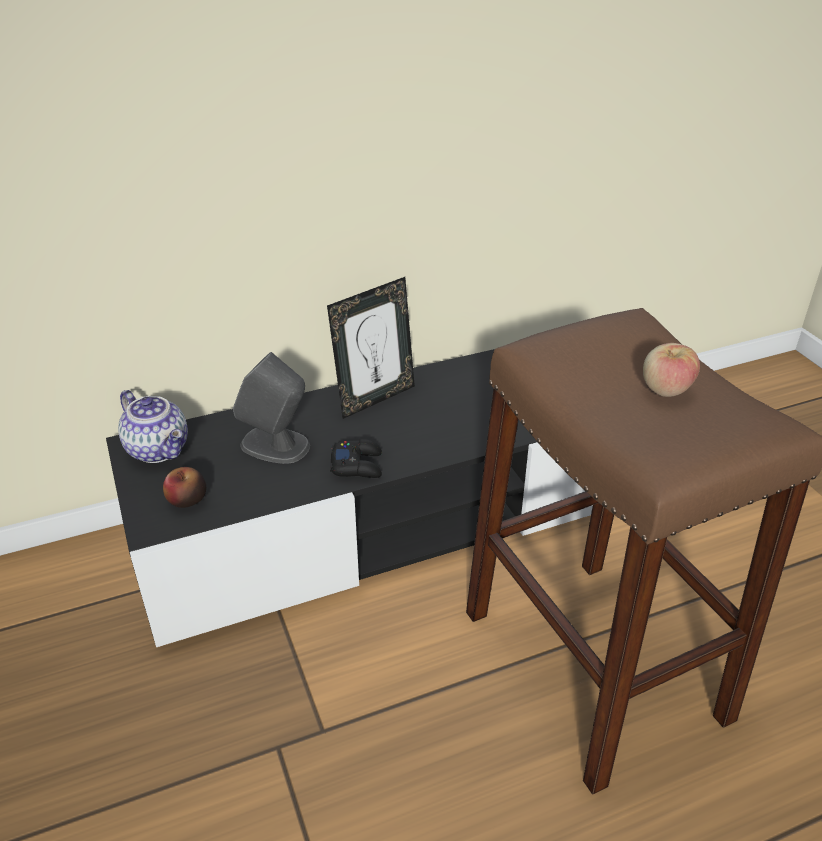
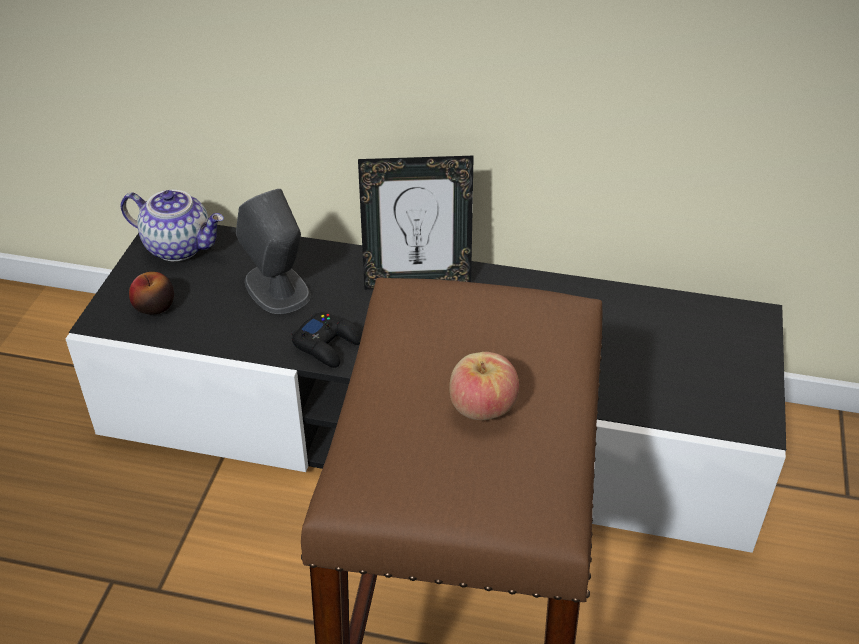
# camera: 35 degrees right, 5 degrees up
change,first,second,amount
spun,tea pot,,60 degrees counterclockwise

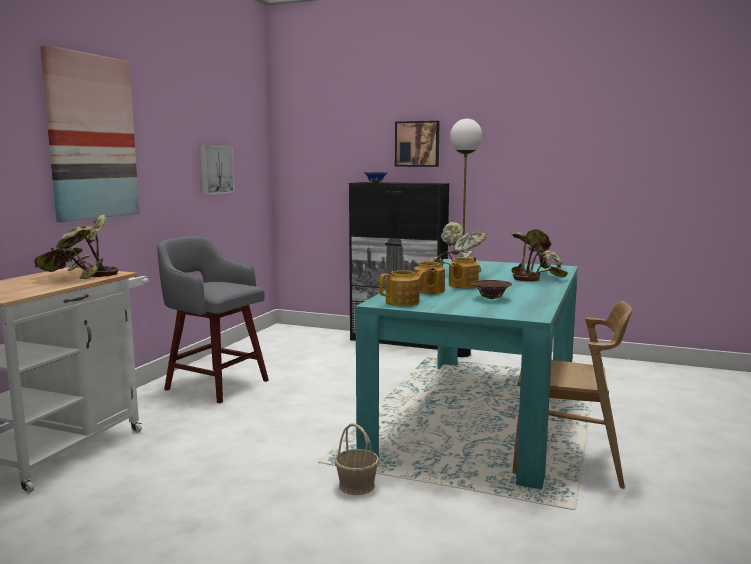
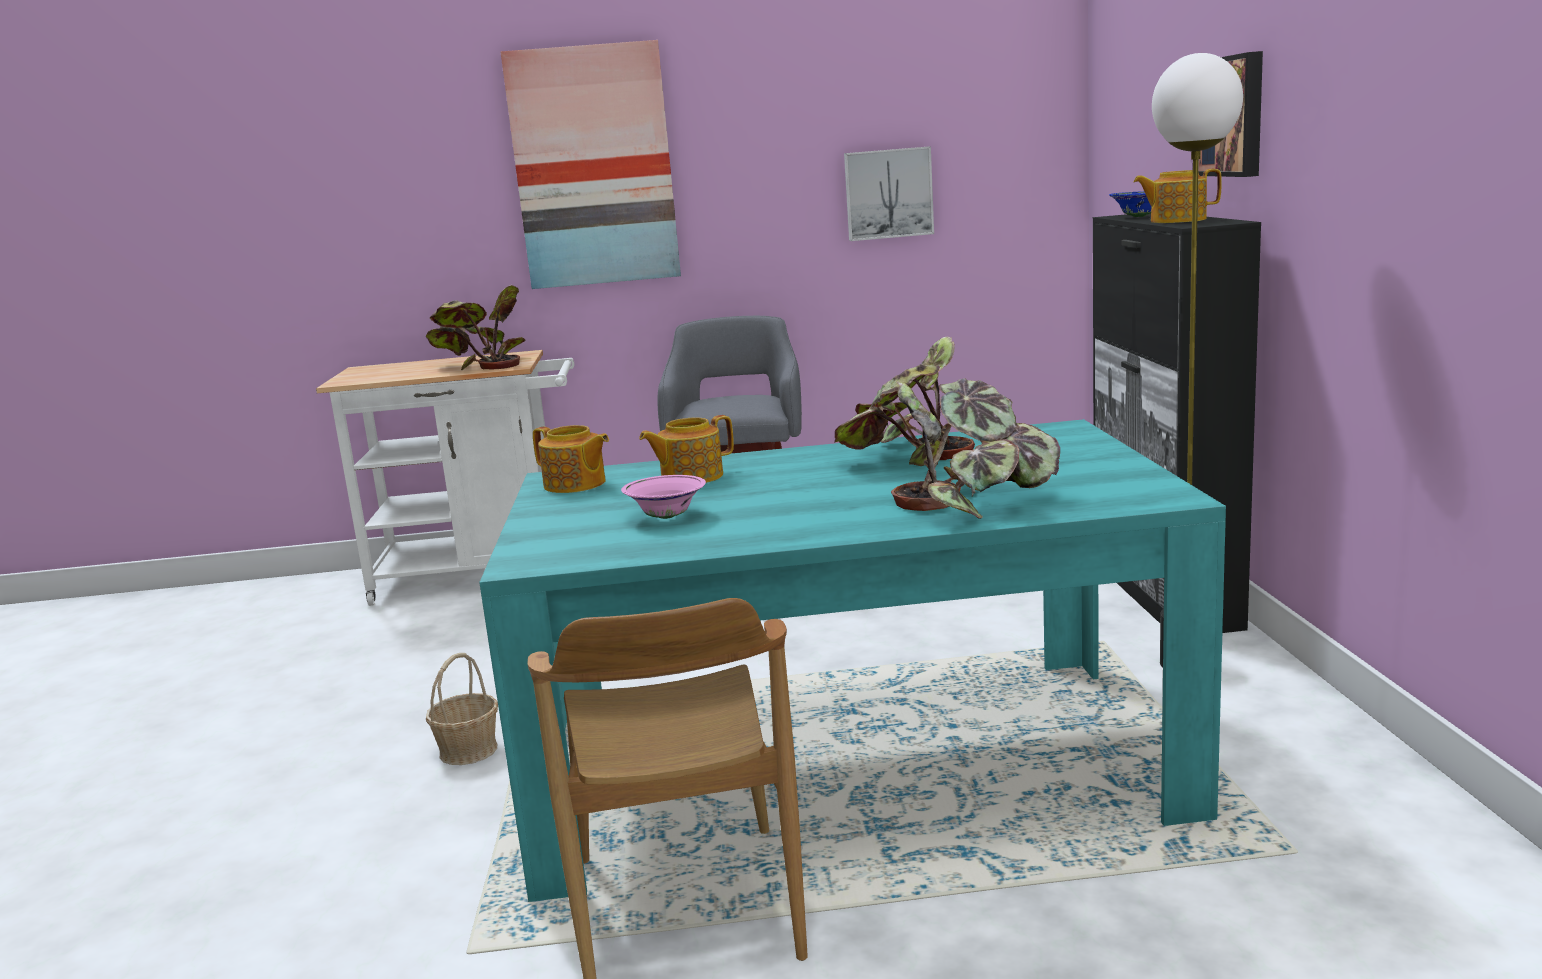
# camera: 65 degrees right, 5 degrees up
change,first,second,amount
relocated,tea pot (no. 3 from left),,
colour,bowl (brown),bowl (pink),

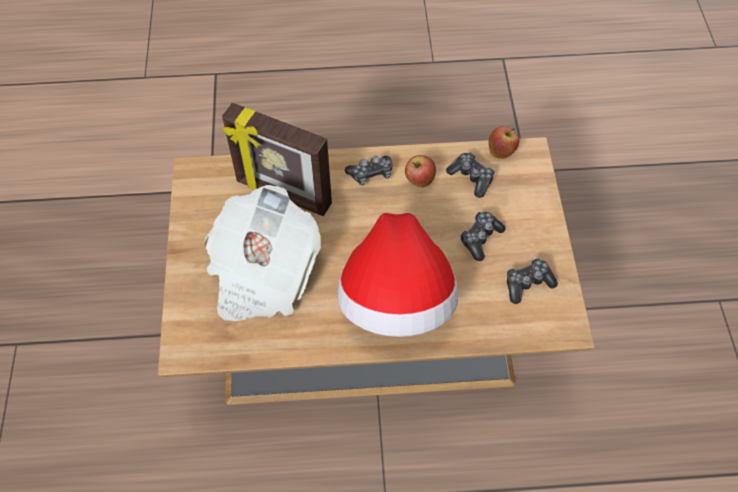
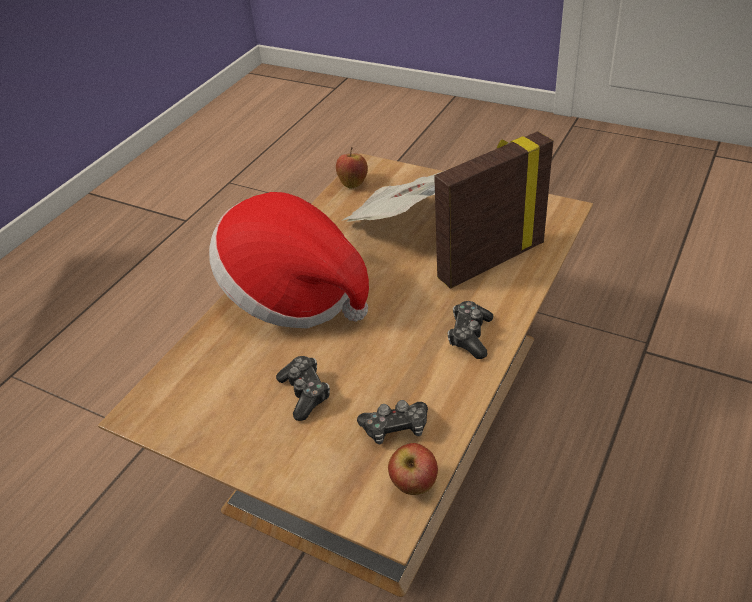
# camera: 125 degrees right, 15 degrees down
change,first,second,amount
relocated,apple fruit (no. 1 from left),,
missing,joypad (no. 4 from left),,

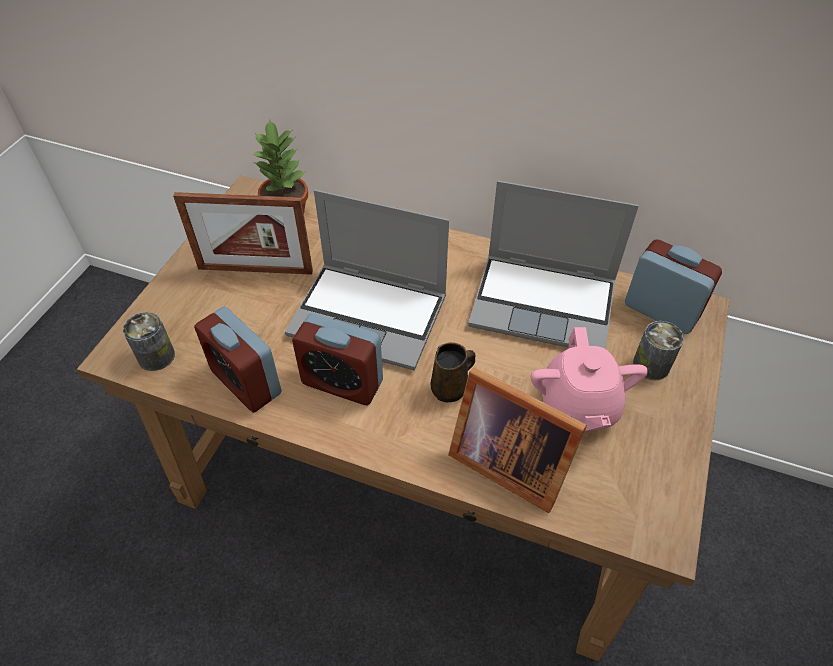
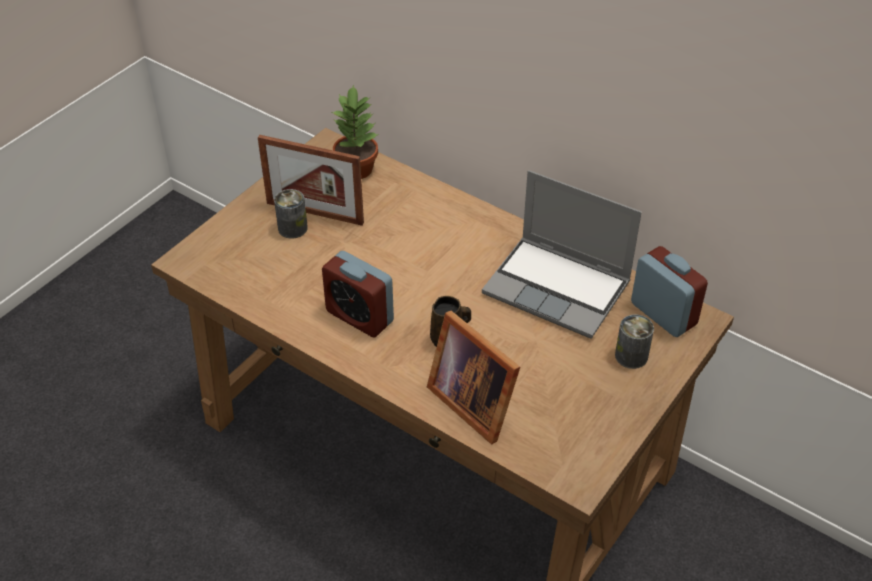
# camera: 15 degrees right, 5 degrees down
change,first,second,amount
missing,portable computer (no. 1 from left),,
missing,bedside clock (no. 1 from left),,
relocated,sealed can (no. 1 from left),,
missing,tea pot (pink),,

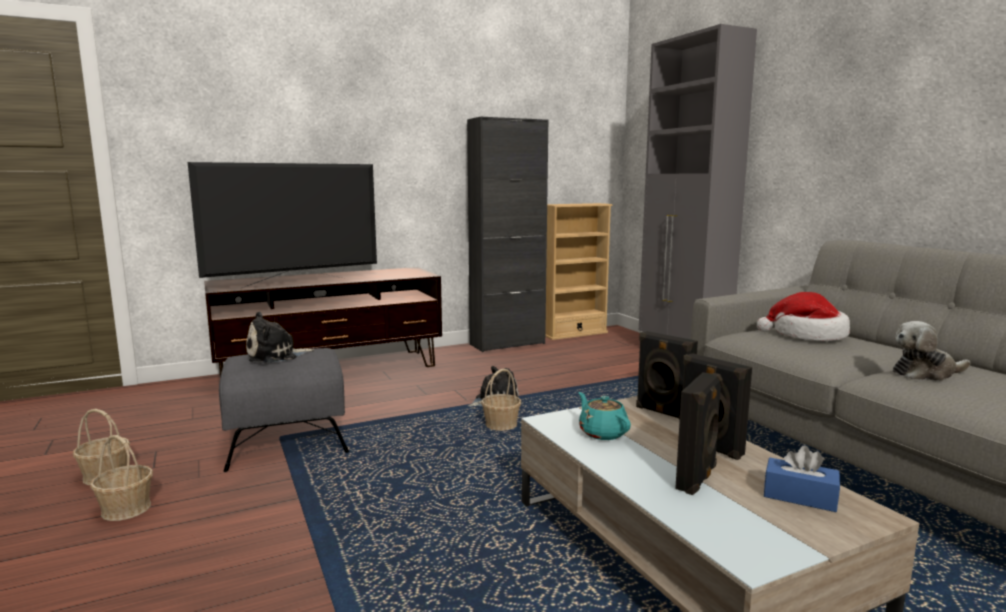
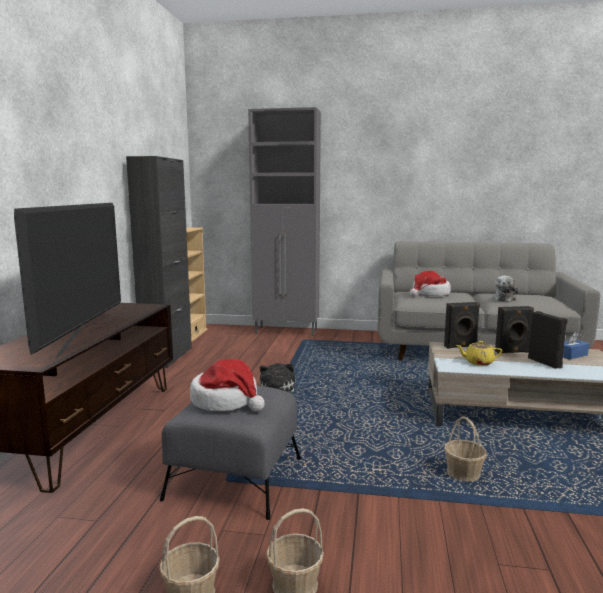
# camera: 55 degrees left, 0 degrees up
change,first,second,amount
exchanged,plush toy (no. 1 from left),wearable hat (no. 1 from left),
relocated,storage basket (no. 3 from left),,
colour,tea pot (blue-green),tea pot (yellow-coloured),

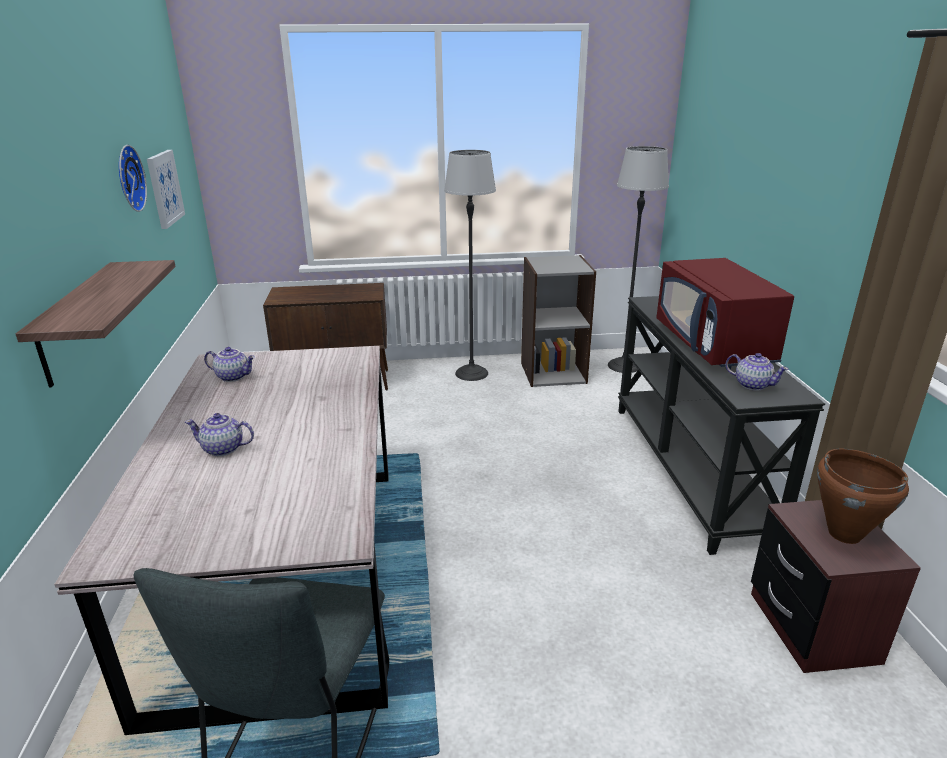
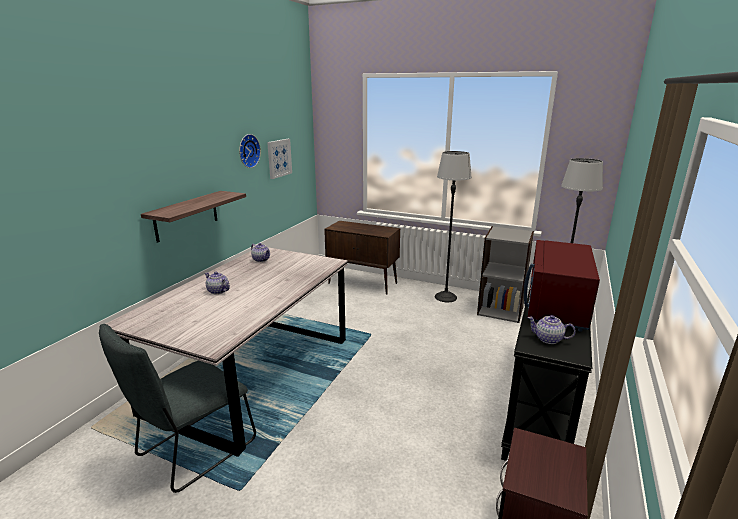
# camera: 30 degrees right, 5 degrees down
change,first,second,amount
spun,tea pot (no. 3 from left),,135 degrees clockwise
missing,saucepot (brown),,

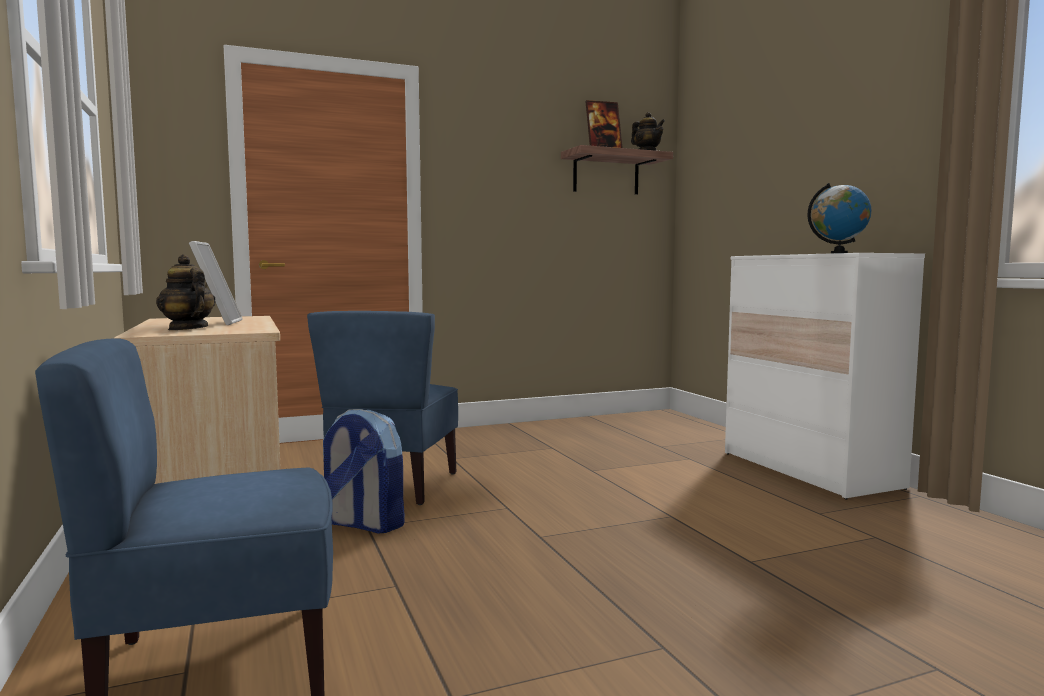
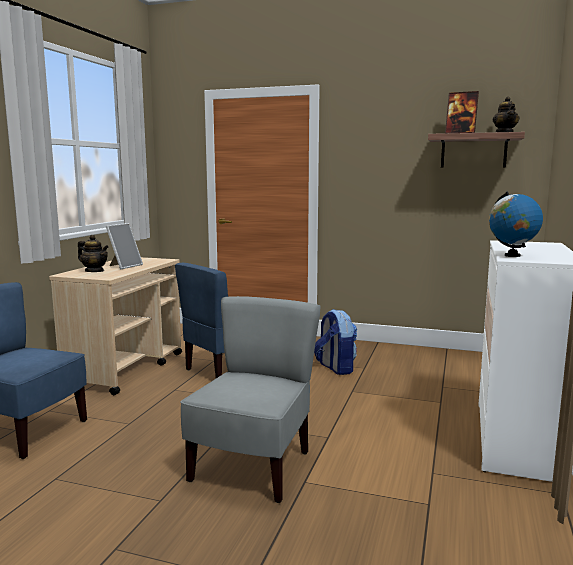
# camera: 40 degrees right, 5 degrees up
change,first,second,amount
spun,tea pot (no. 1 from left),,120 degrees clockwise
relocated,knapsack,,
appeared,,upright chair (gray),

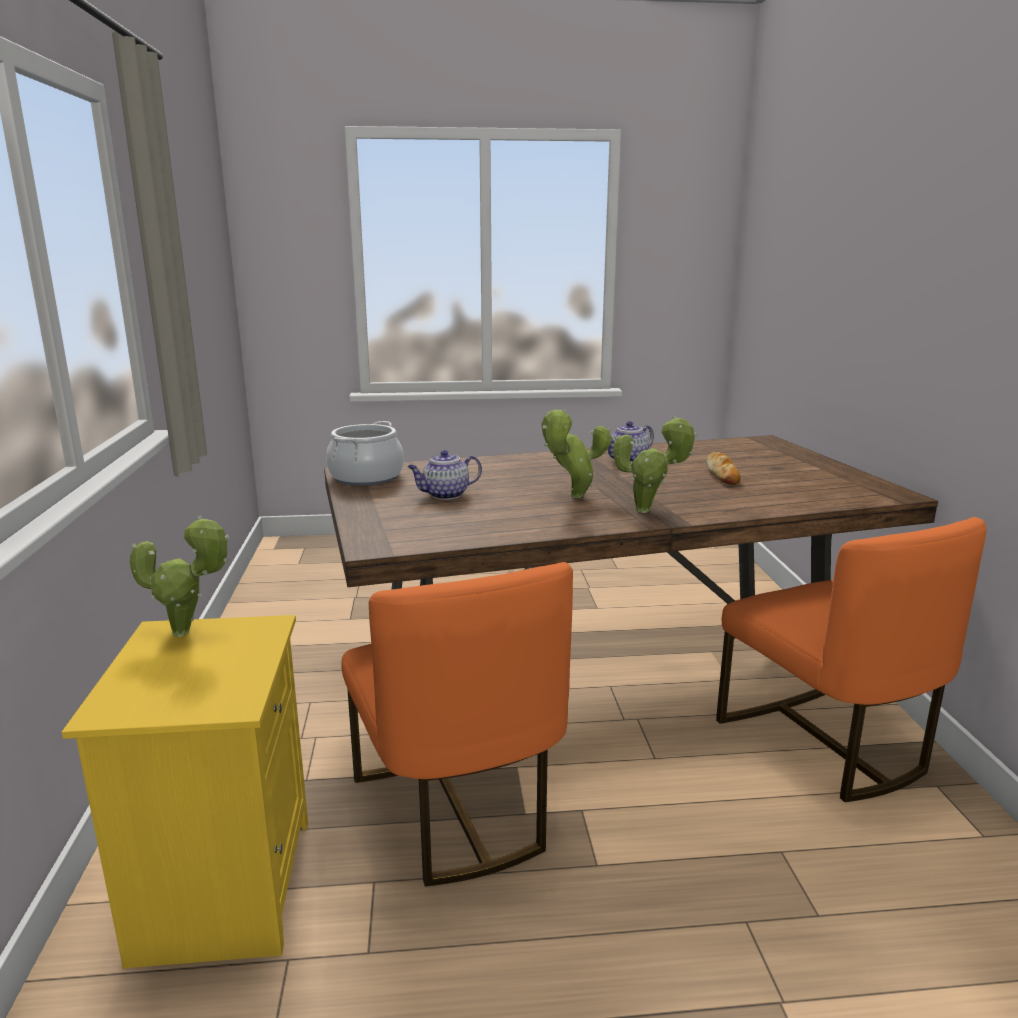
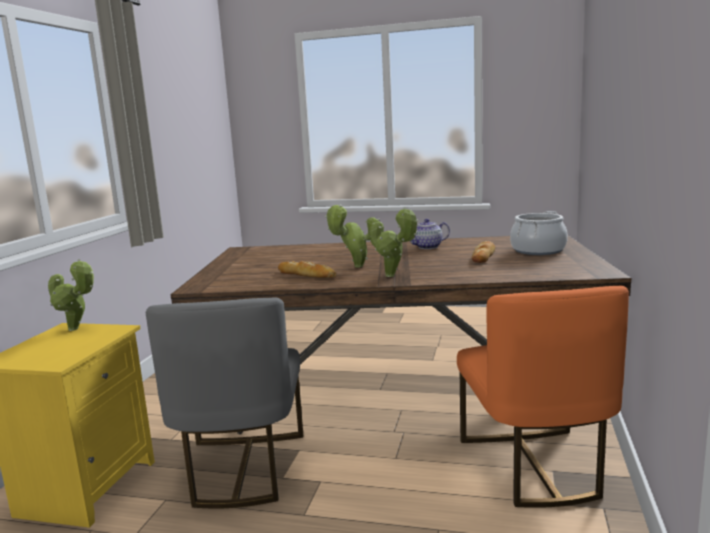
# camera: 20 degrees right, 5 degrees down
change,first,second,amount
relocated,saucepot,,
missing,tea pot (no. 1 from left),,
colour,upright chair (orange) (no. 1 from left),upright chair (gray),
appeared,,bread (no. 1 from left),

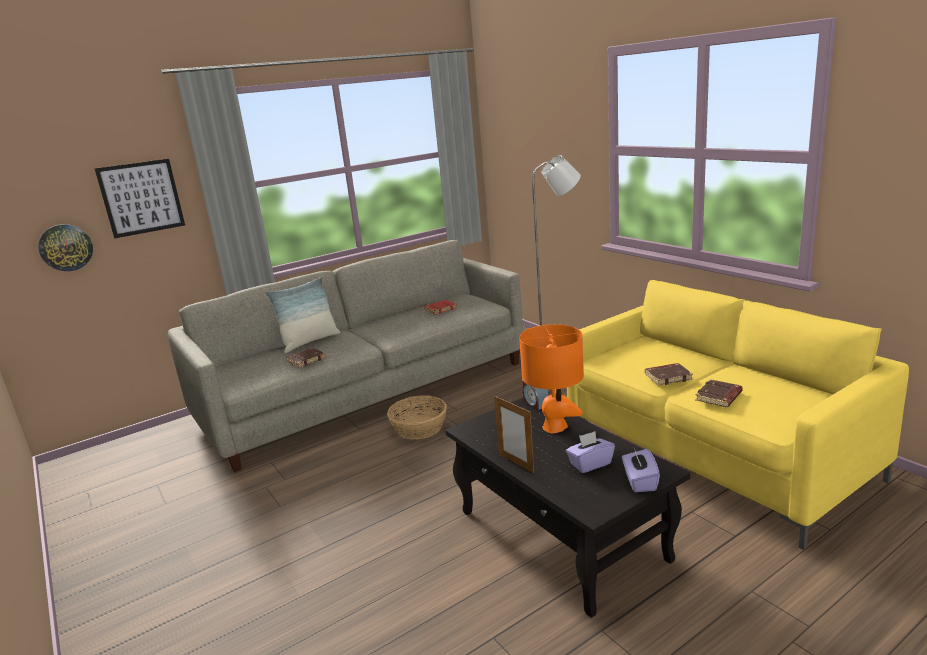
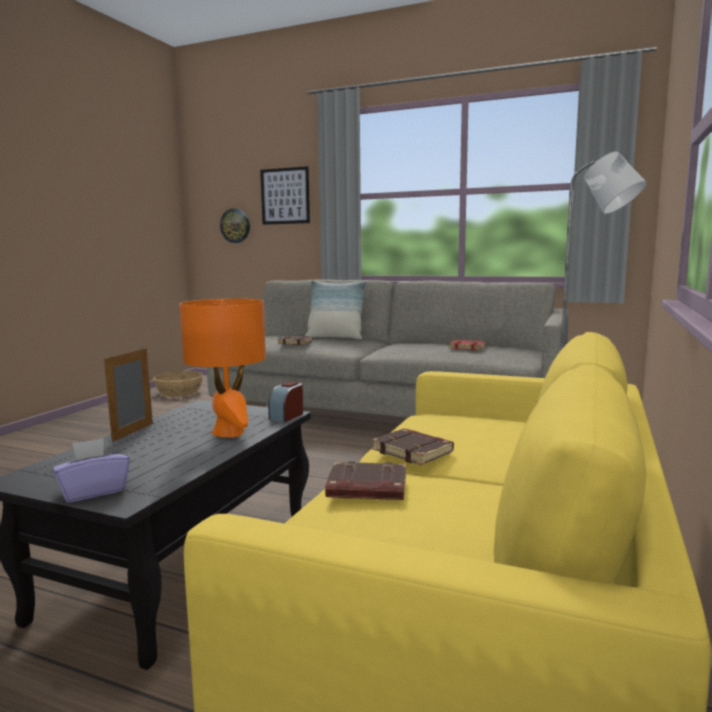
# camera: 55 degrees right, 10 degrees down
change,first,second,amount
relocated,storage basket,,
missing,tissue box (purplish) (no. 1 from left),,

